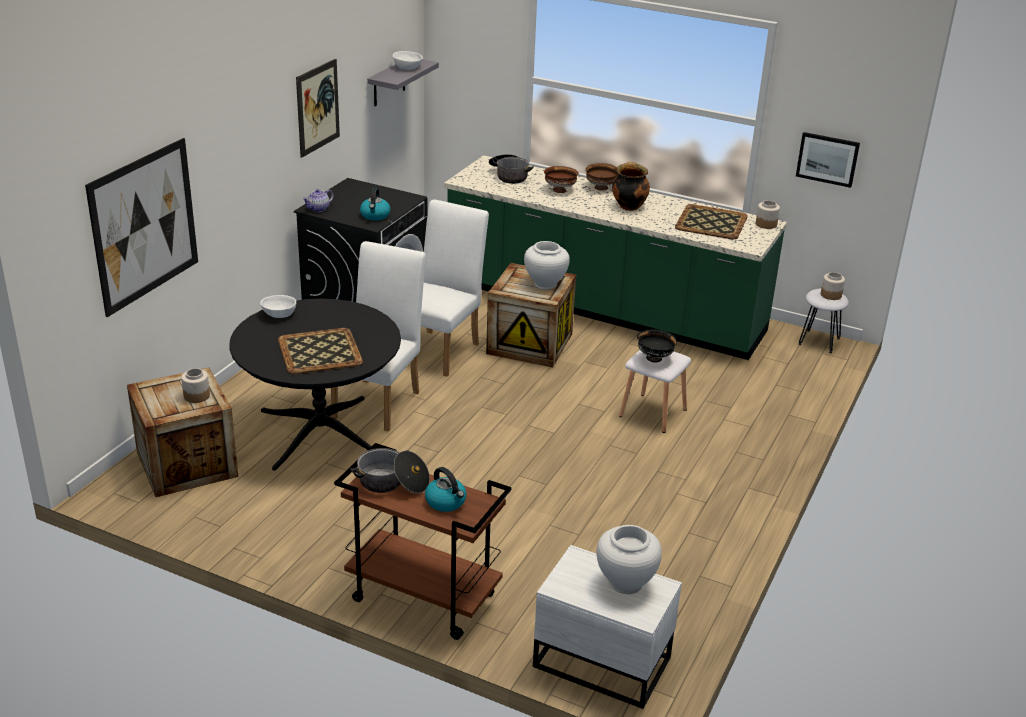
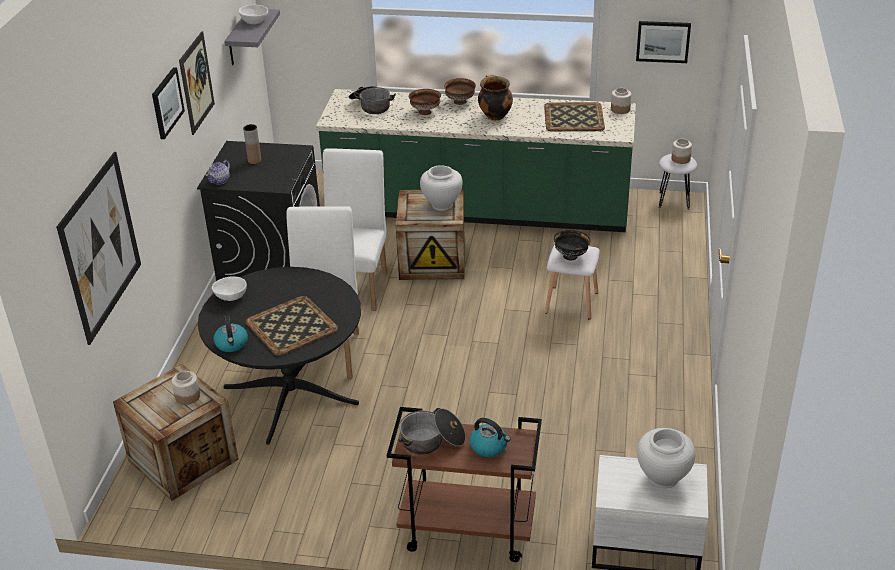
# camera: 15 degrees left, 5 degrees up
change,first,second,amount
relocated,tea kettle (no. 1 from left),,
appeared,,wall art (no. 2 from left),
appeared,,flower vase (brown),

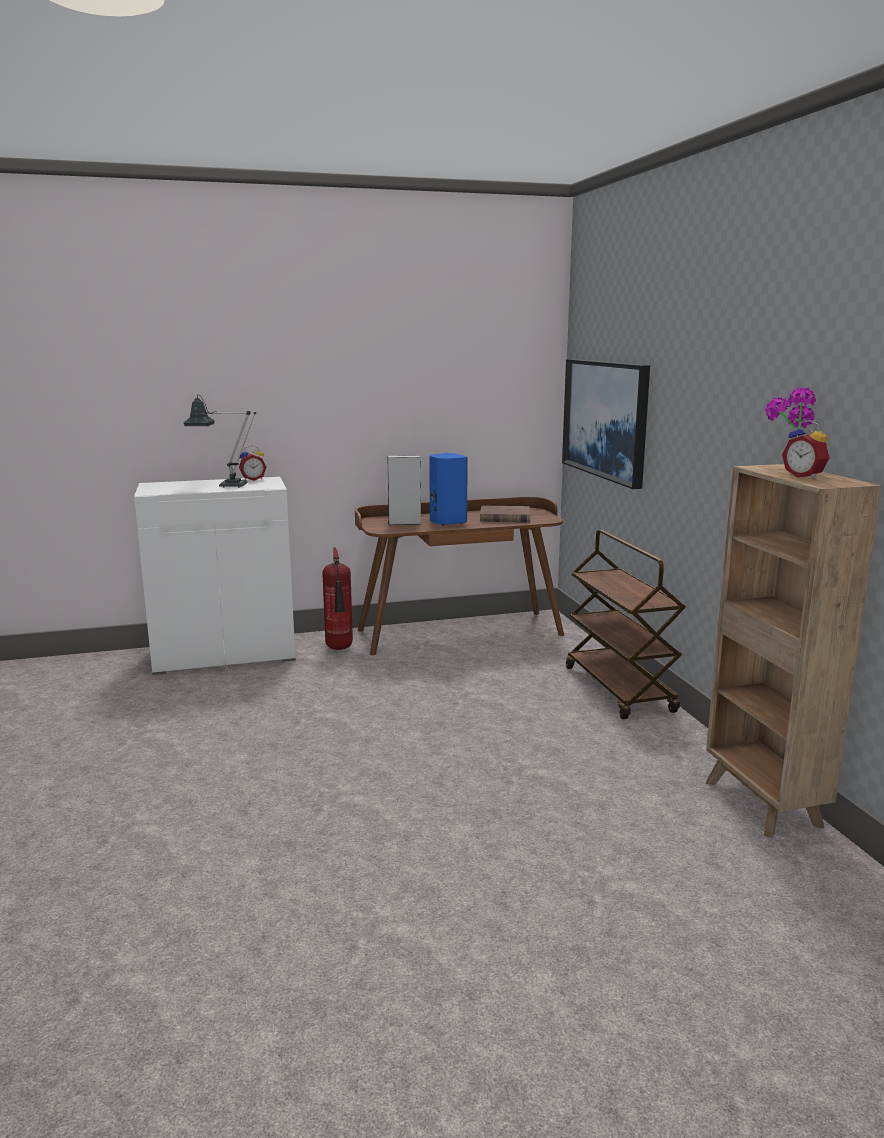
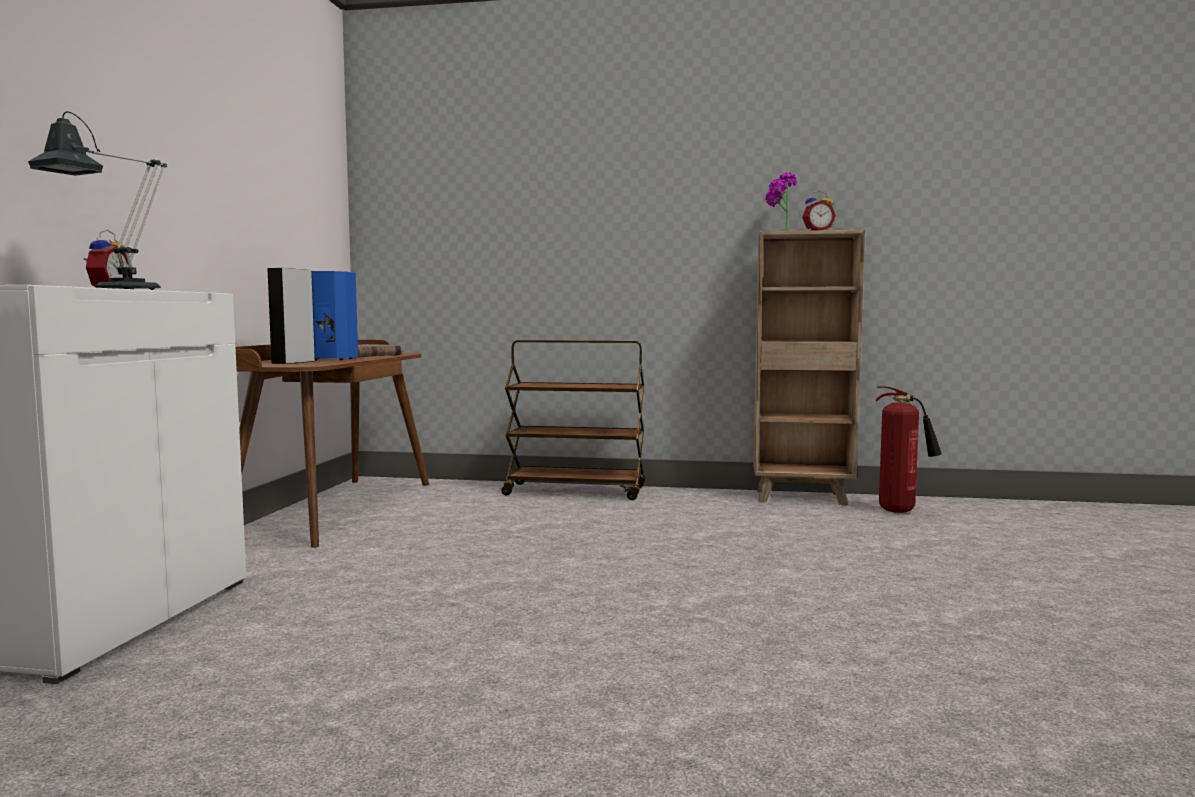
# camera: 65 degrees left, 10 degrees down
change,first,second,amount
missing,wall art,,
relocated,extinguisher,,

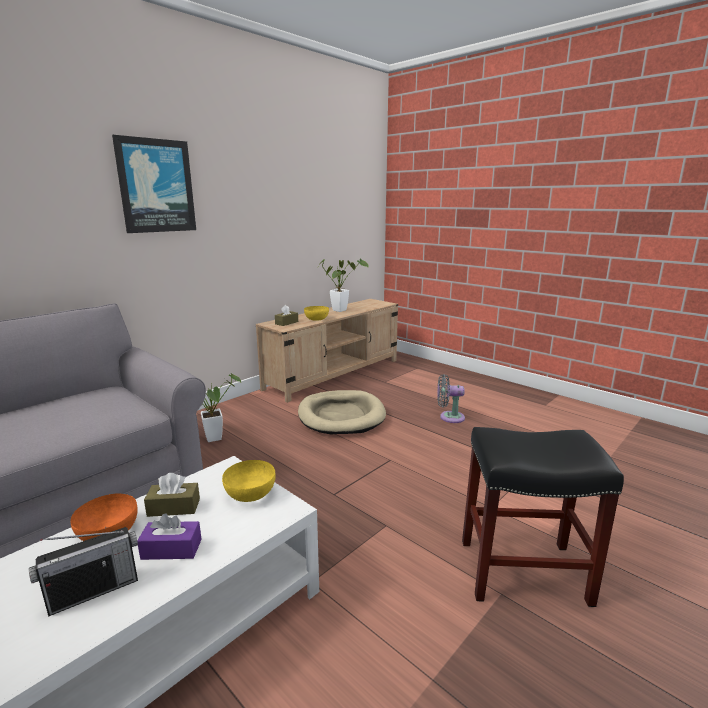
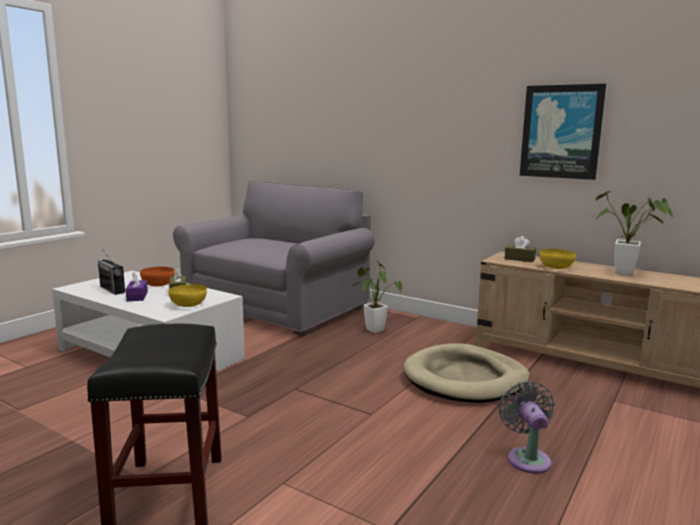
# camera: 80 degrees right, 5 degrees down
change,first,second,amount
relocated,wall art,,

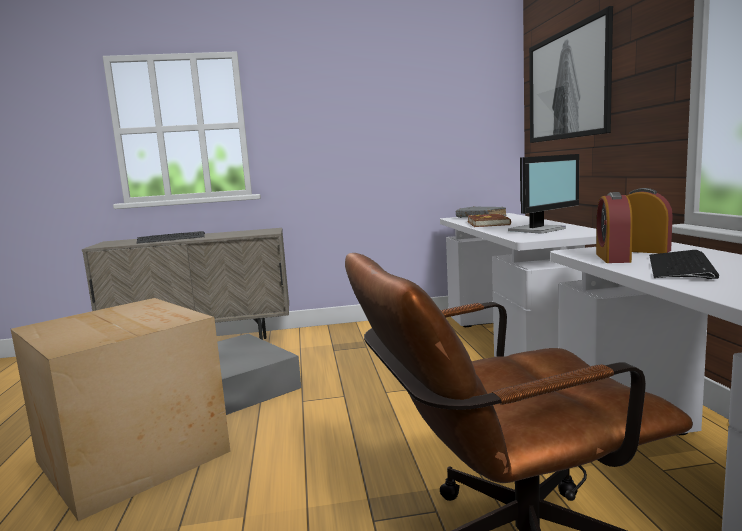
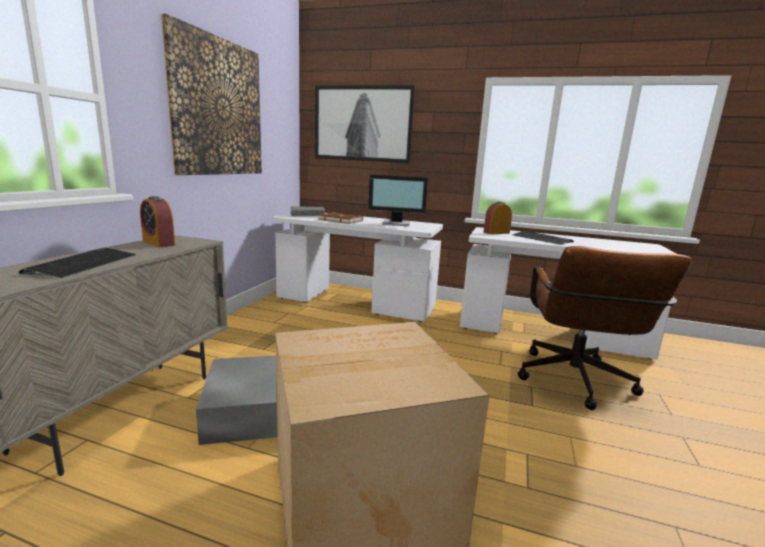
# camera: 65 degrees left, 5 degrees up
change,first,second,amount
spun,monitor,,105 degrees clockwise
relocated,bedside clock (no. 1 from left),,
appeared,,wall art (no. 1 from left),

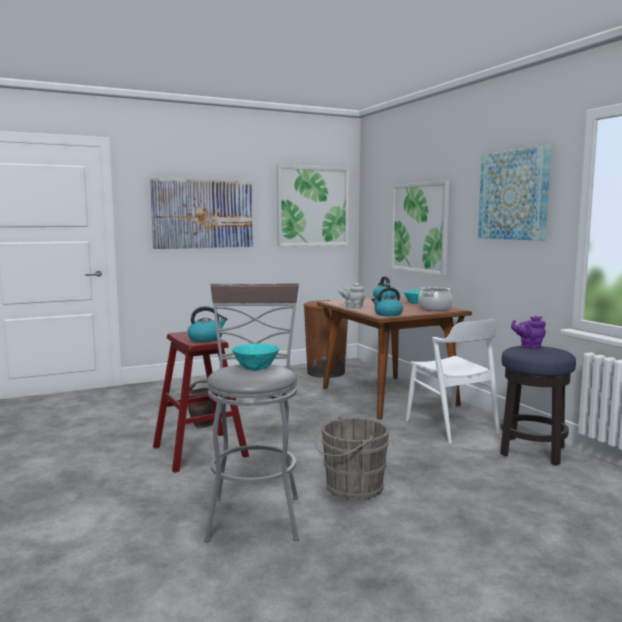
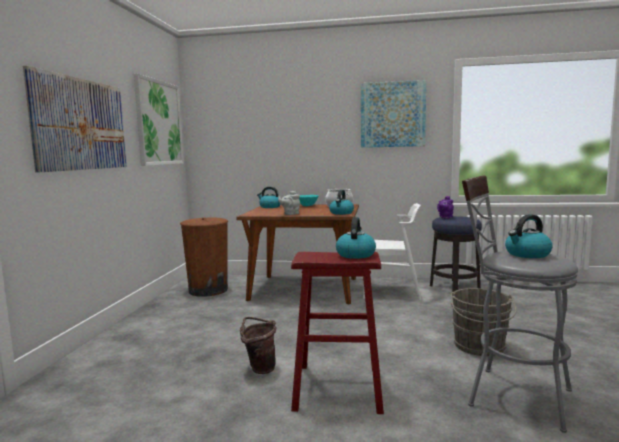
# camera: 55 degrees left, 0 degrees up
change,first,second,amount
missing,wall art (no. 3 from left),,
exchanged,bowl (blue-green) (no. 1 from left),tea kettle (no. 4 from left),

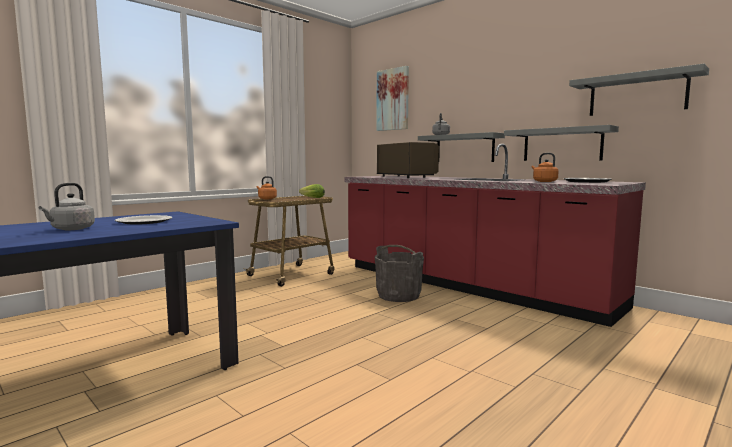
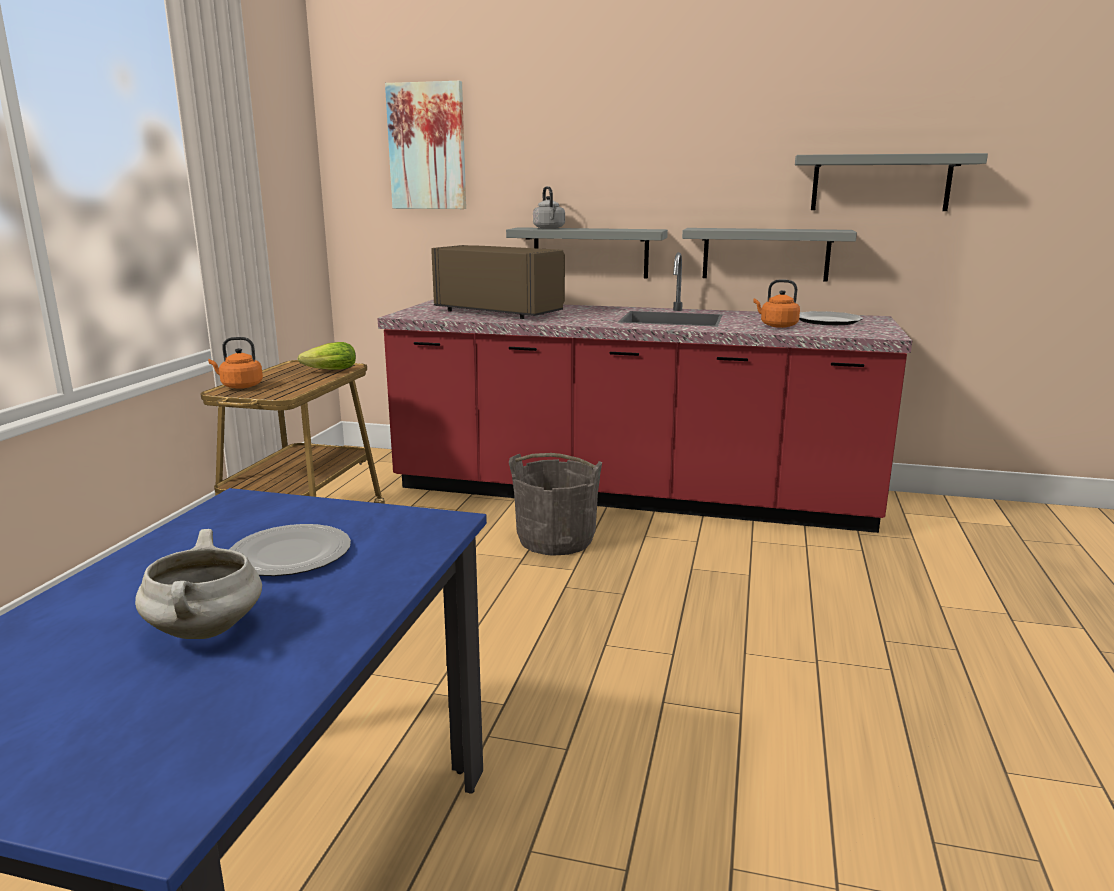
# camera: 30 degrees left, 10 degrees up
change,first,second,amount
exchanged,tea kettle (gray) (no. 1 from left),saucepot (whitish),

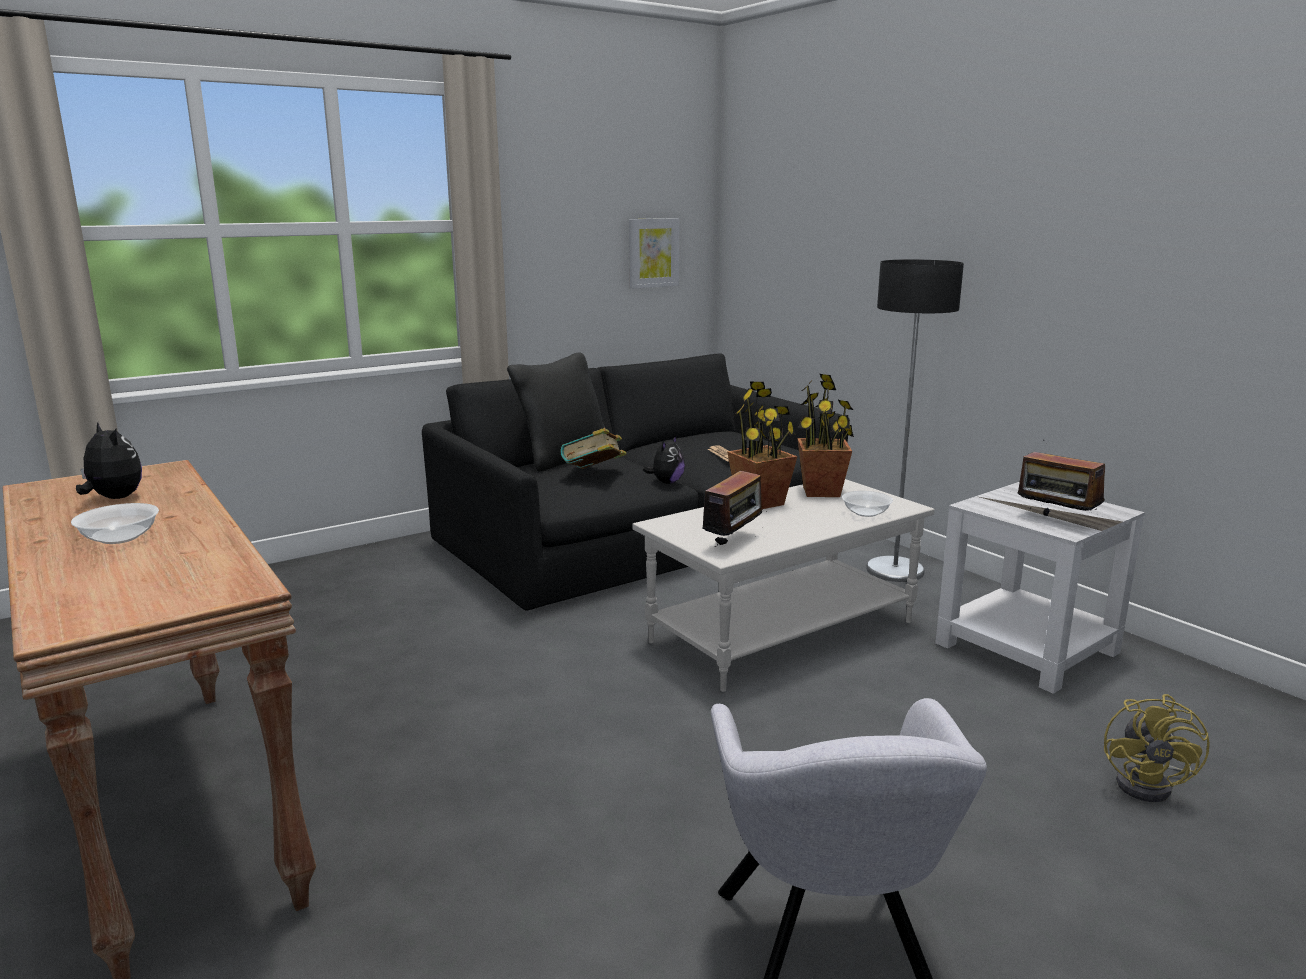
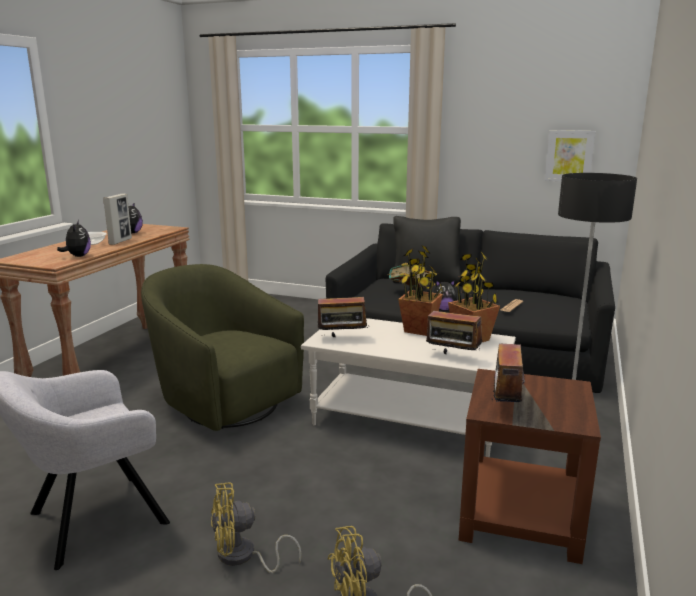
# camera: 55 degrees right, 0 degrees up
change,first,second,amount
colour,accent table (whitish),accent table (brown),
exchanged,bowl (no. 2 from left),radio (no. 2 from left),
appeared,,standing frame,
appeared,,plush toy (no. 1 from left),
appeared,,armchair (green),
appeared,,fan (yellow-coloured) (no. 1 from left),

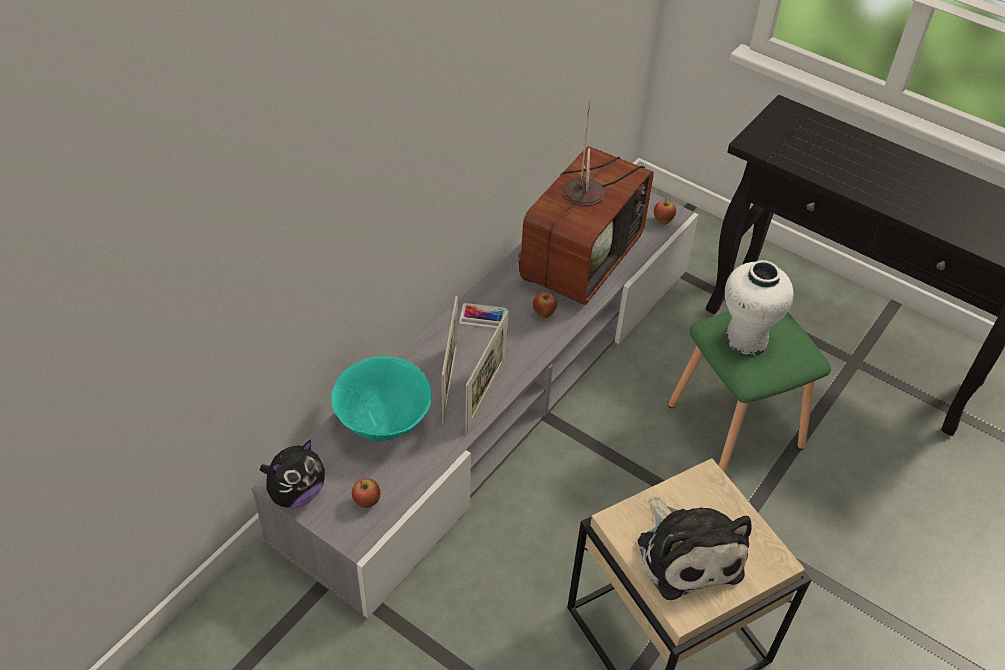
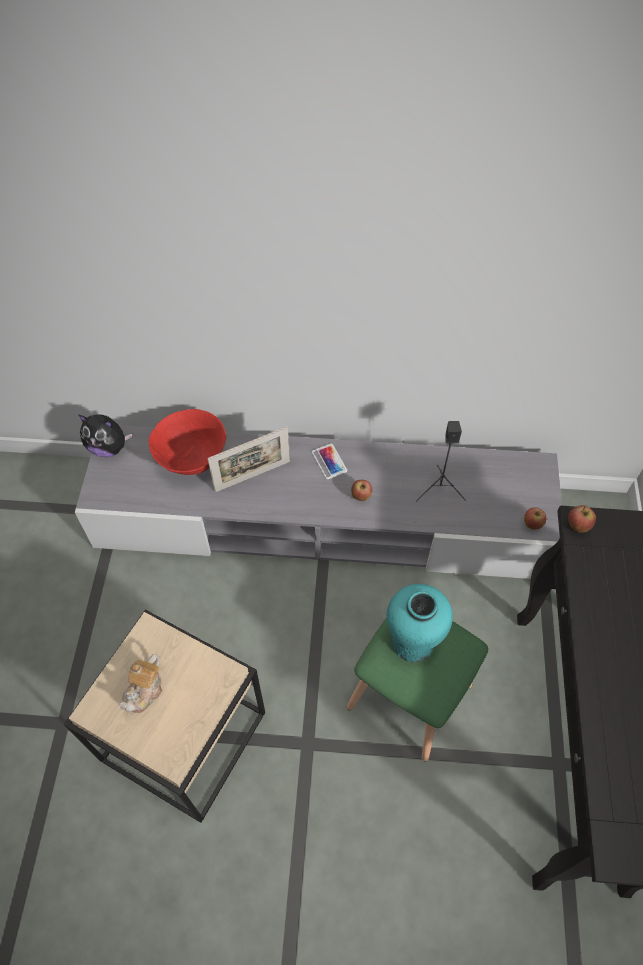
# camera: 60 degrees right, 10 degrees up
change,first,second,amount
exchanged,television,loudspeaker (black-coloured),
colour,flower vase (whitish),flower vase (blue-green),
missing,standing frame (no. 2 from left),,
colour,bowl (blue-green),bowl (reddish),
relocated,apple fruit (no. 1 from left in the first image),apple fruit (no. 3 from left),
exchanged,plush toy (no. 2 from left),tea pot,

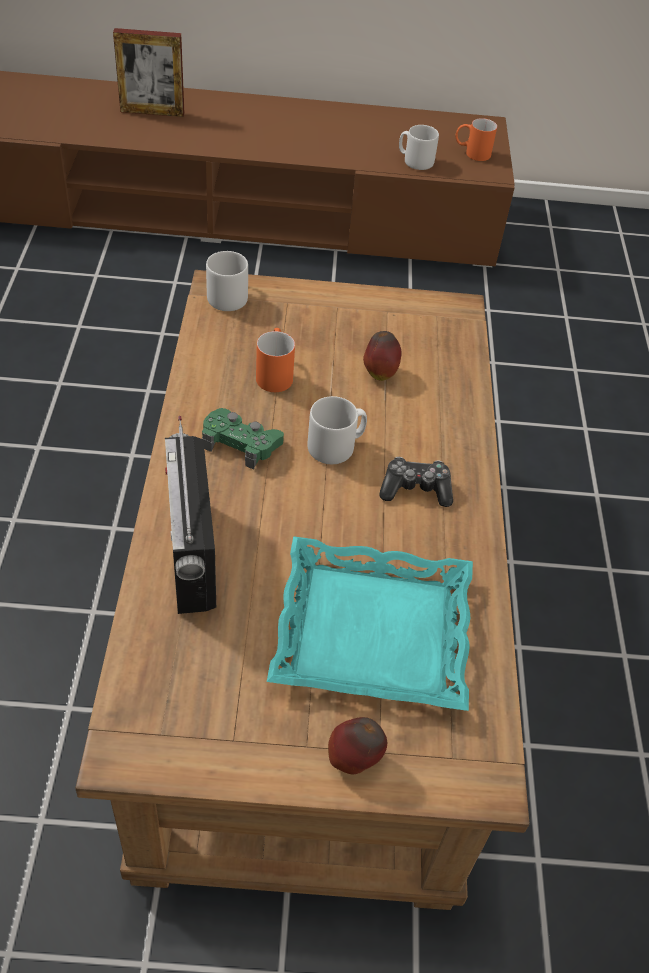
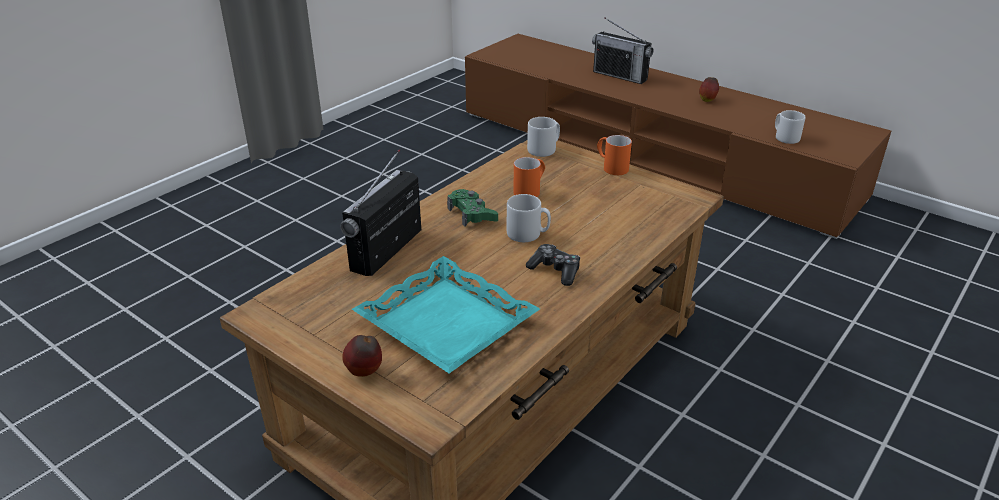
# camera: 40 degrees right, 15 degrees down
change,first,second,amount
exchanged,standing frame,radio (no. 2 from left),
relocated,tea mug (orange) (no. 2 from left),,
relocated,apple fruit (no. 2 from left),,

